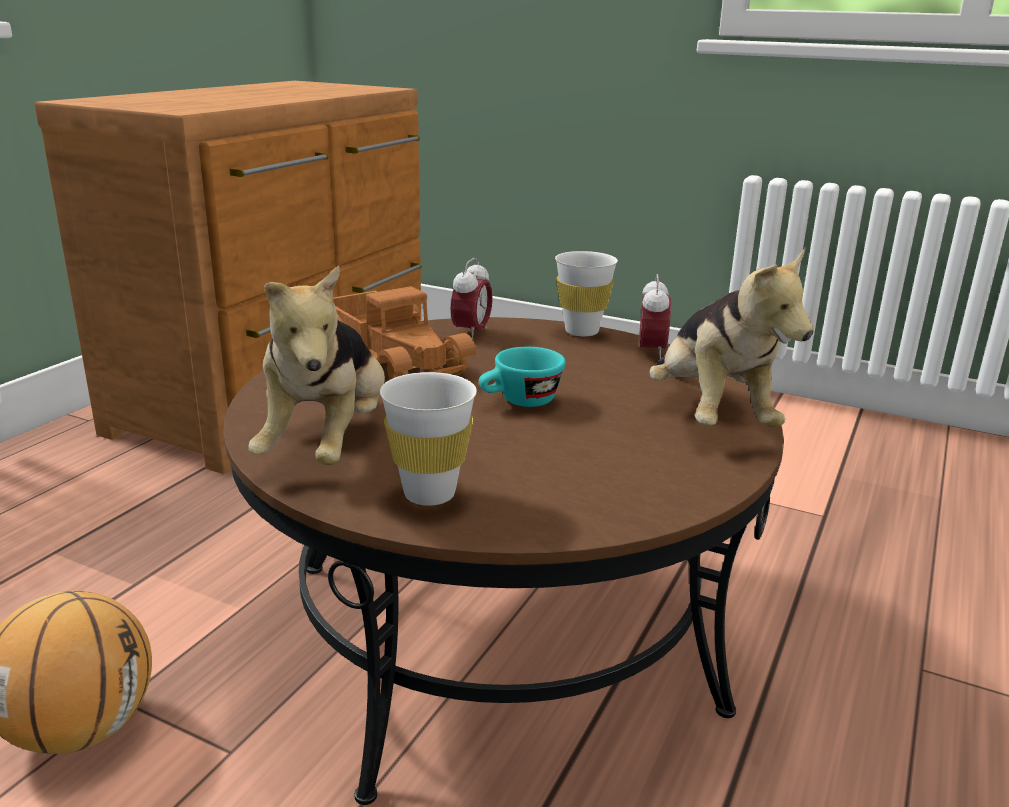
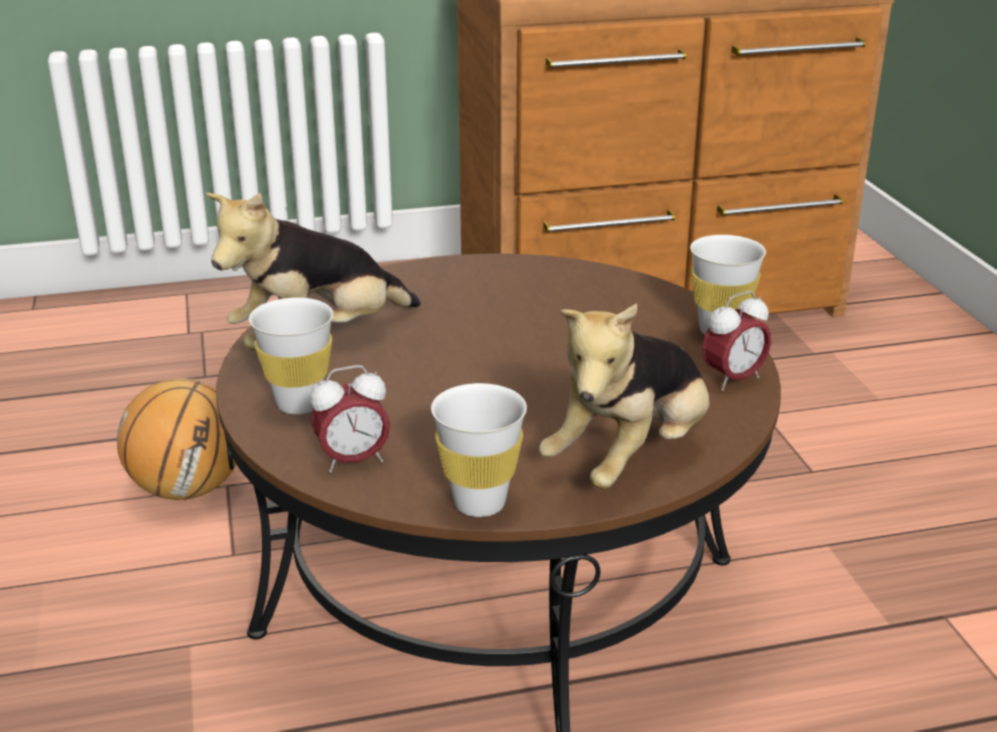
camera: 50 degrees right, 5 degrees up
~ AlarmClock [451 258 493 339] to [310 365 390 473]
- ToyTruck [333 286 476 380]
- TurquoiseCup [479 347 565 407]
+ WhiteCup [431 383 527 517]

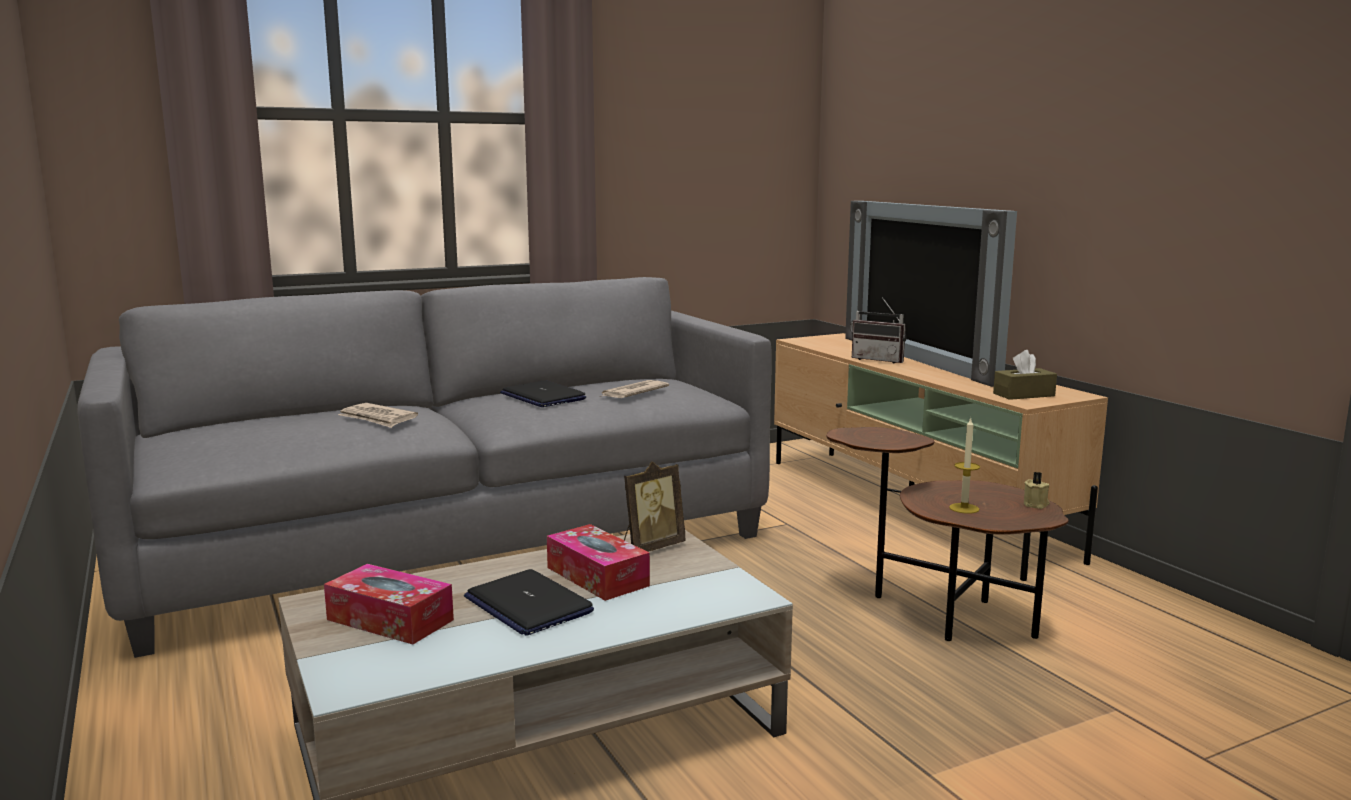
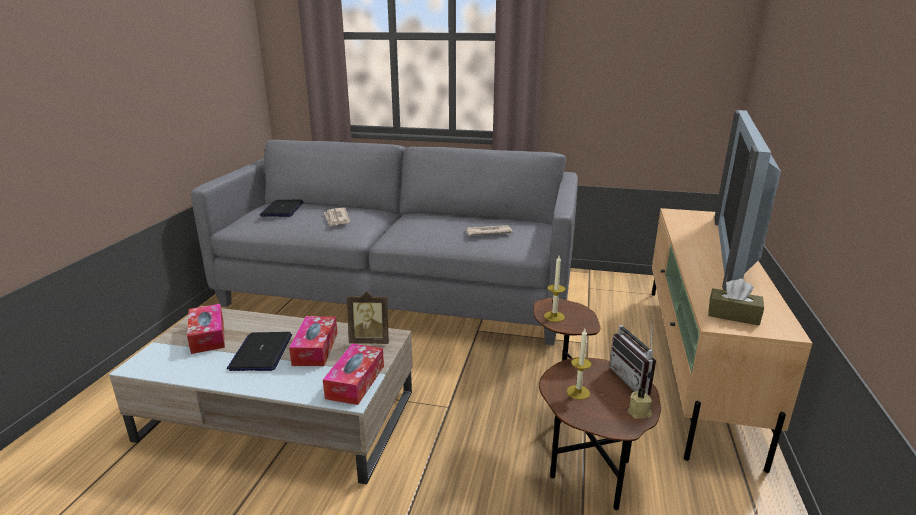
camera: 40 degrees right, 10 degrees up
~ Radio [852 297 907 364] to [609 319 656 395]
~ Laptop [500 380 586 407] to [260 199 303 217]
+ Candle [544 256 566 322]
+ TissueBox [323 344 384 405]

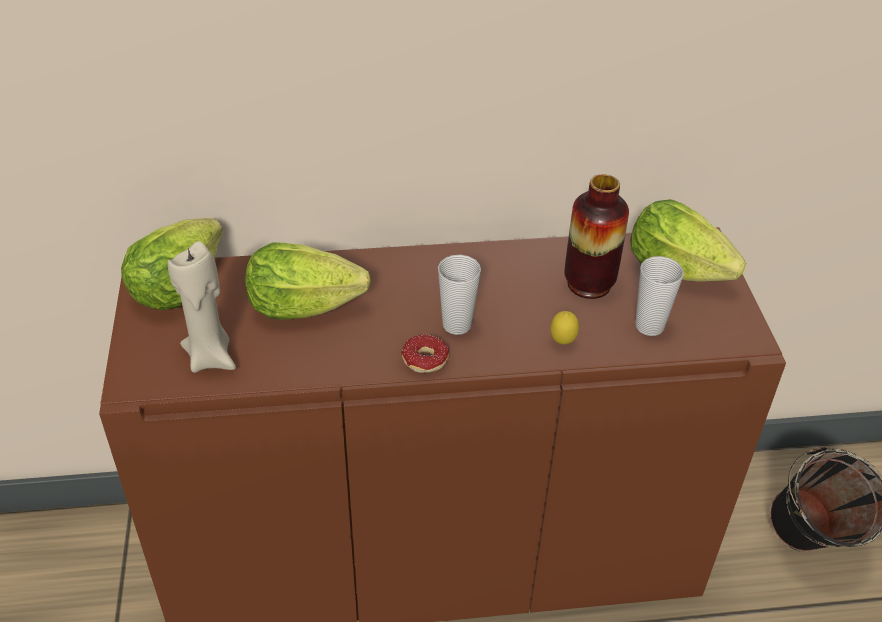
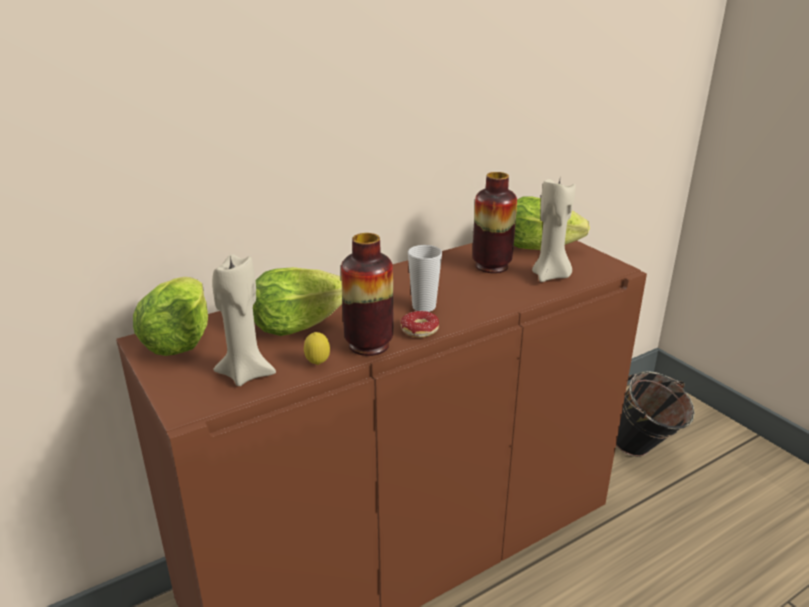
camera: 25 degrees left, 15 degrees down
~ Cup [635 256 684 336] to BeigeCandle [532 179 576 282]
~ Lemon [550 311 579 344] to [304 332 330 365]
+ Vase [341 233 393 356]

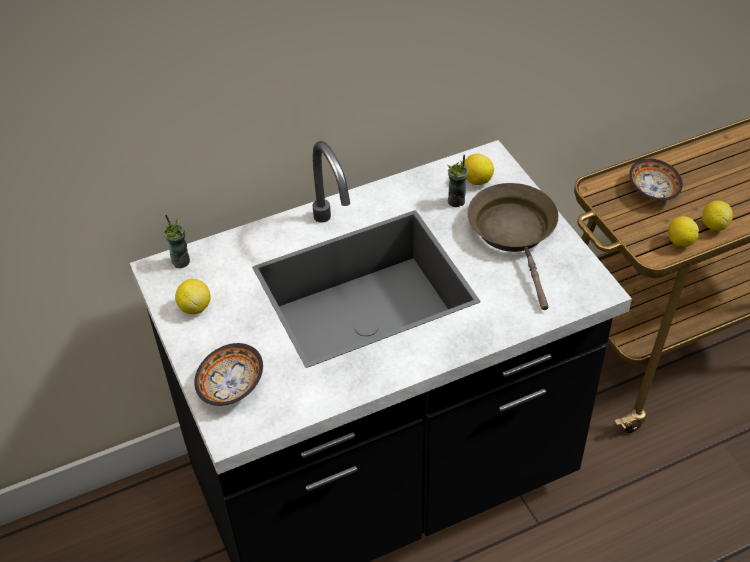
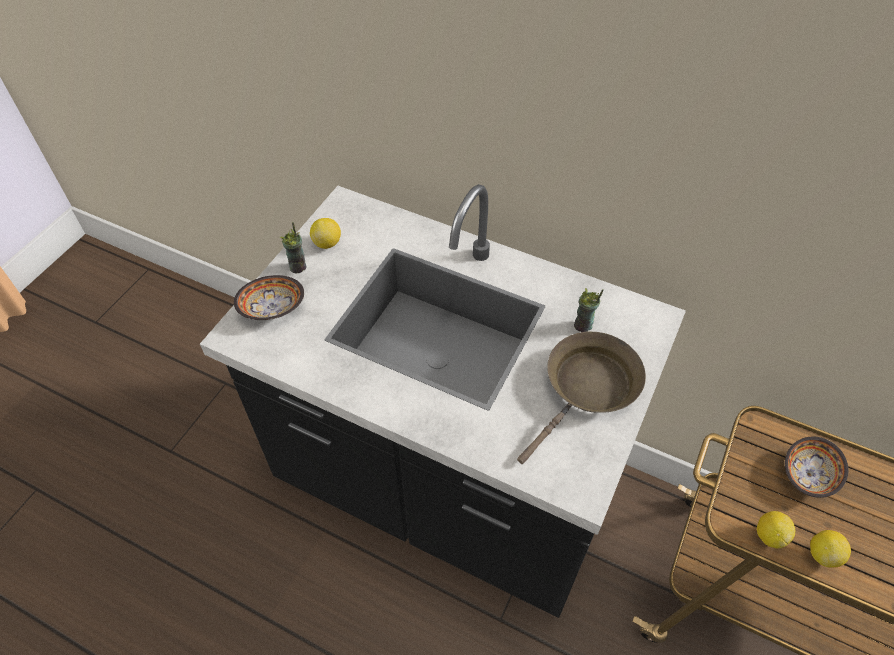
camera: 50 degrees right, 5 degrees up
- Lemon [464 154 494 185]
~ Cup [164 215 190 268] to [280 222 306 274]

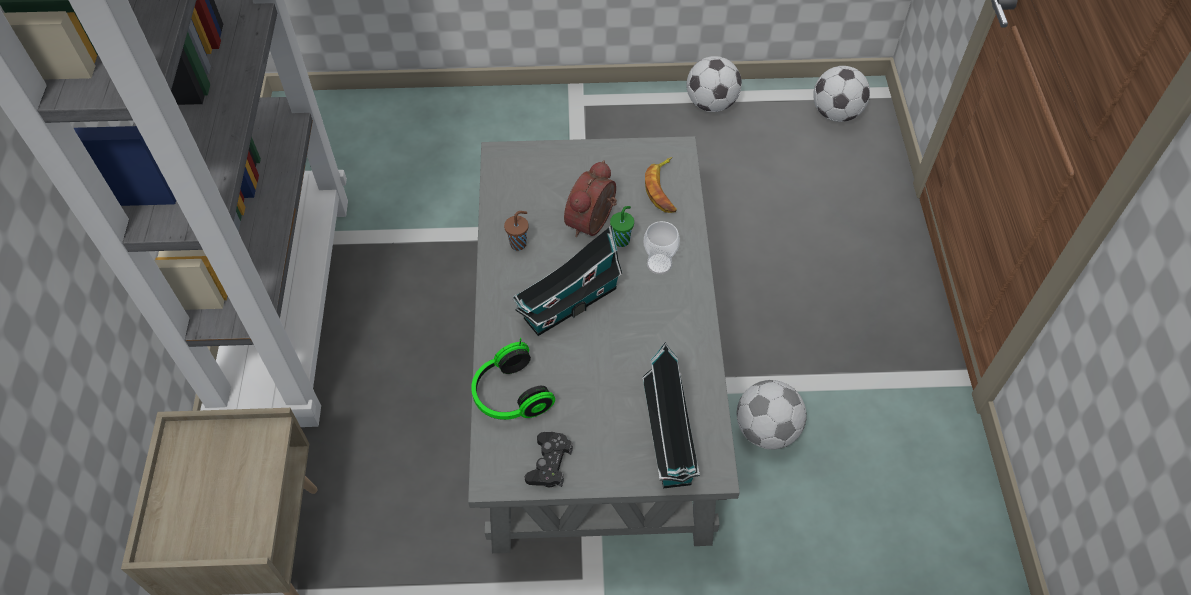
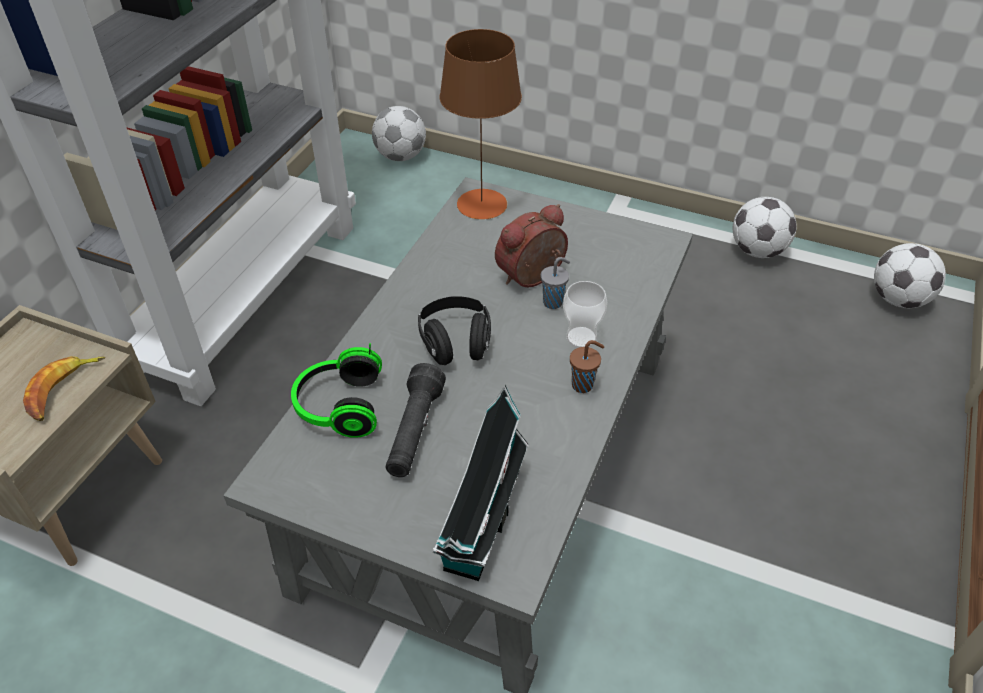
camera: 25 degrees right, 10 degrees down
~ Banana [645 157 677 213] to [23 356 106 421]
~ GreenCup [610 206 634 247] to GreyCup [540 257 570 309]
~ BrownCup [504 211 528 251] to [570 340 604 393]
~ ToyHouse [513 226 623 336] to BlackHeadphones [418 296 491 365]
~ Football [736 380 807 450] to [372 106 426 161]
- BlackGameController [525 432 573 488]
+ BrownTableLamp [440 29 522 220]
+ BlackFlashlight [386 363 446 477]

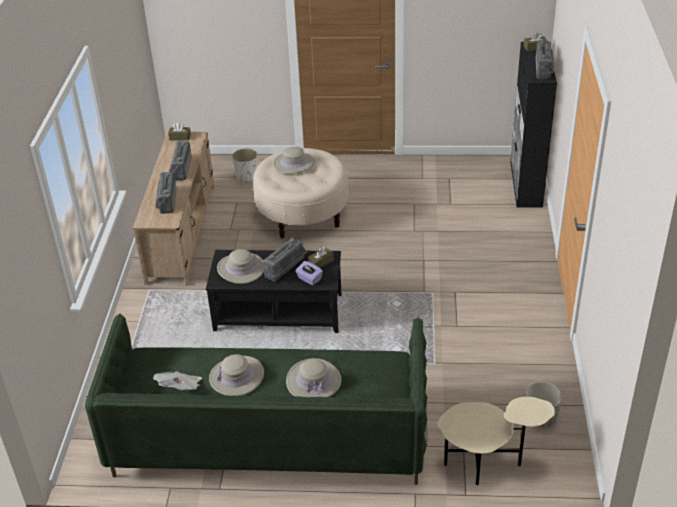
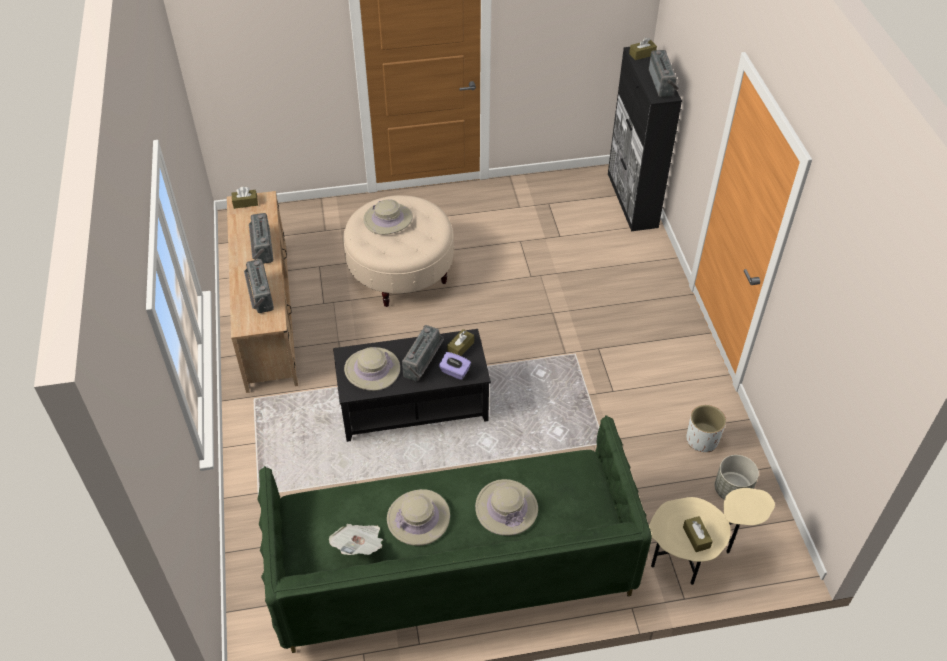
camera: 15 degrees left, 10 degrees up
~ WhitePlanter [232 148 258 183] to [686 405 726 452]
+ BrownTissueBox [683 516 713 552]

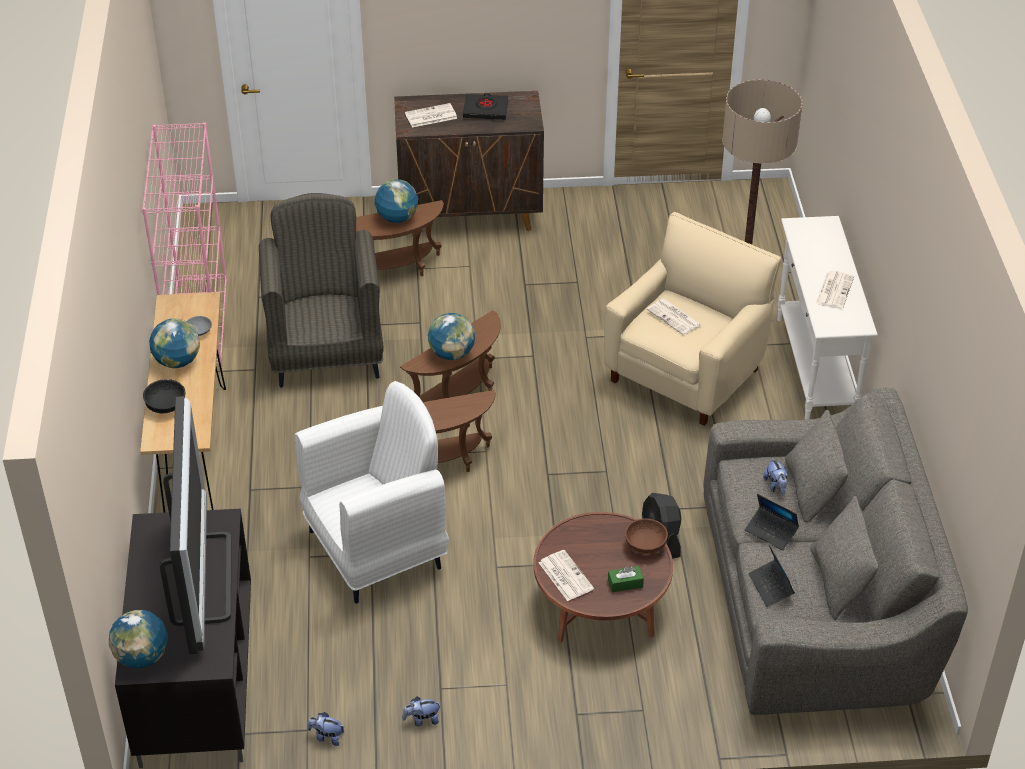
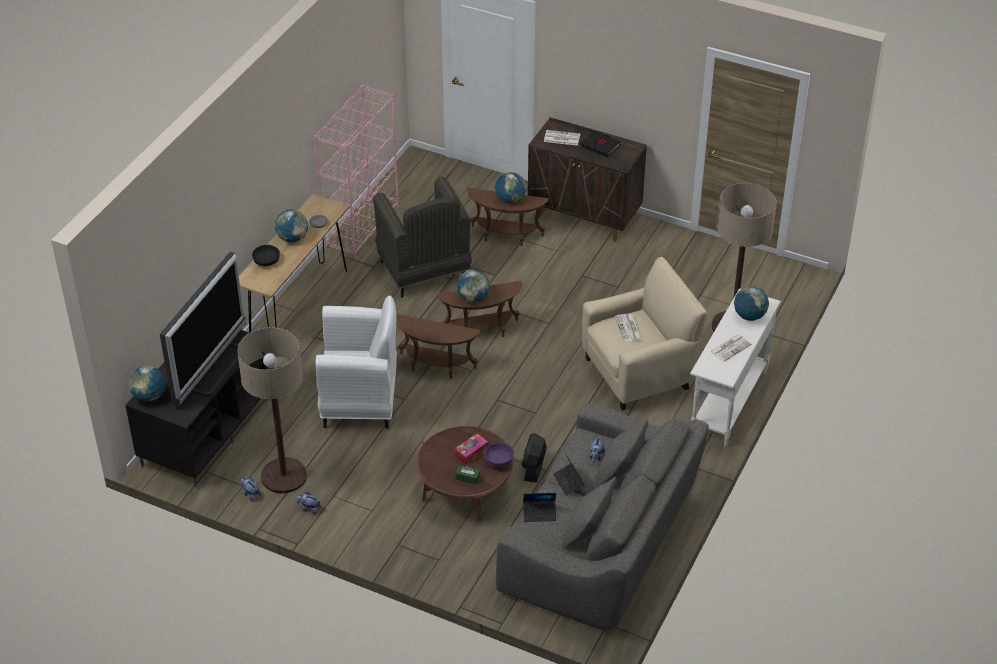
camera: 30 degrees right, 0 degrees up
~ GreyArmchair [259 193 384 387] = [373 177 472 298] 135 degrees clockwise
~ BrownBowl [625 519 668 554] to PurpleBowl [484 443 514 467]
~ Laptop [748 543 795 607] = [523 493 556 522] 105 degrees counterclockwise
- Newspaper [539 550 594 601]
+ Globe [734 286 769 321]
+ FloorLamp [237 327 307 494]
+ TissueBox [454 433 488 465]

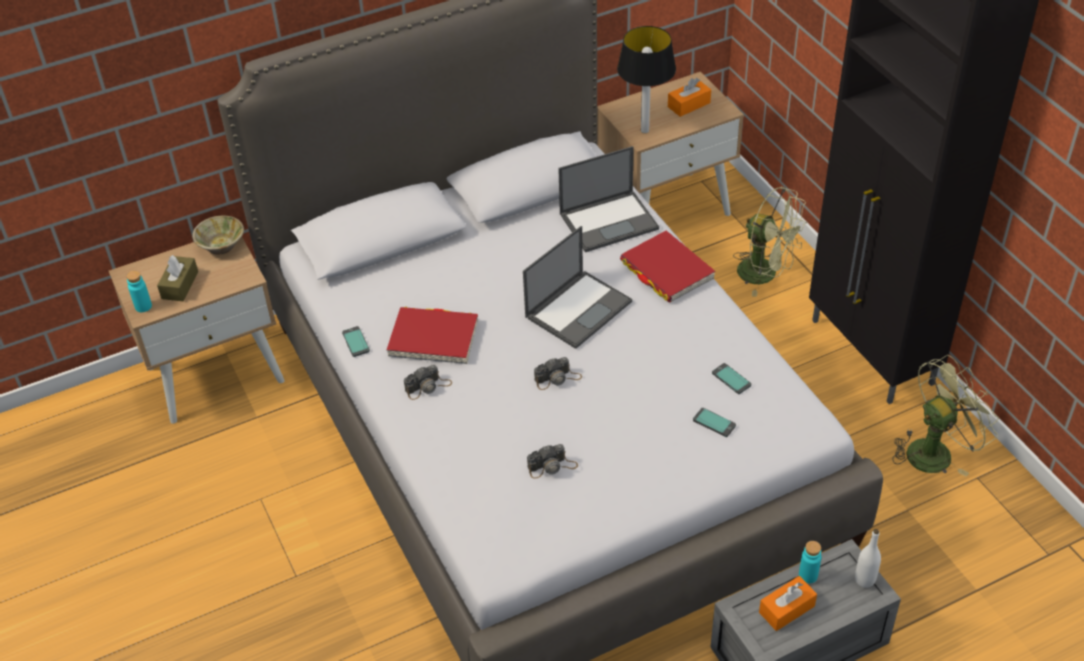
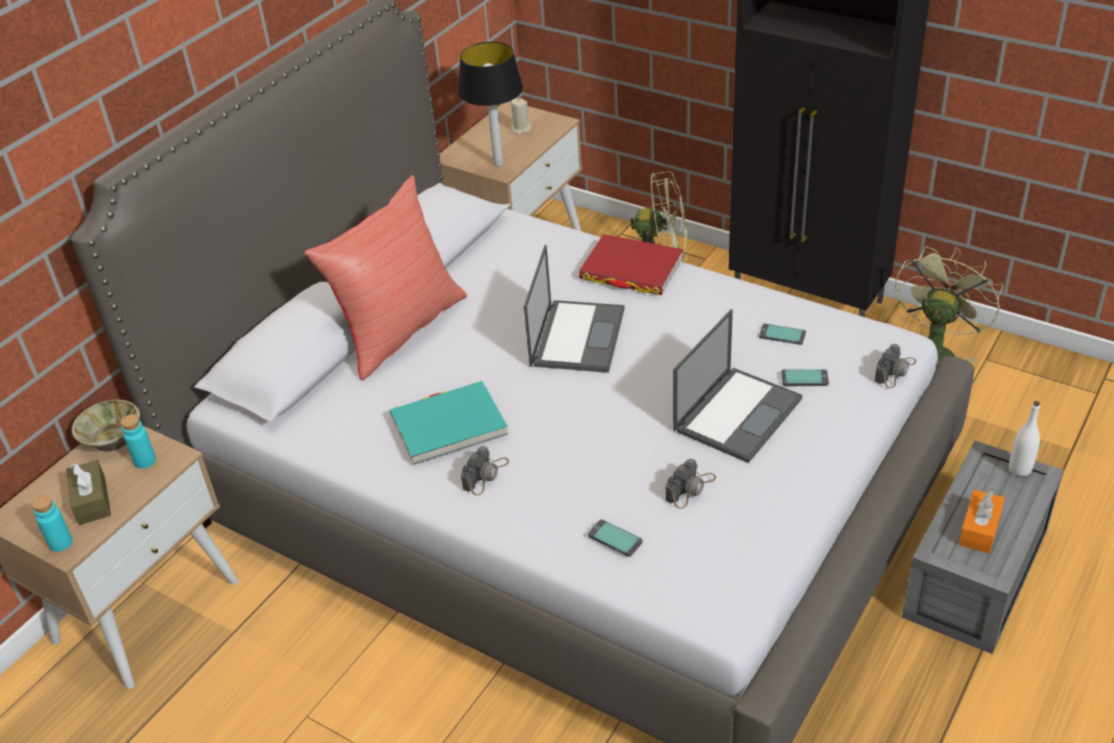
camera: 30 degrees left, 5 degrees down
~ OrangeTissueBox [668 78 711 117] to BeigeCandle [511 98 532 135]
~ Laptop [558 146 659 252] to [673 309 803 463]
~ RedBook [387 307 478 364] to TurquoiseBook [390 381 508 465]
~ Phone [342 326 370 357] to [588 519 643 557]
~ PhotoCamera [534 357 582 390] to [874 344 916 388]
~ TurquoiseBottle [799 541 821 584] to [121 414 156 469]
+ RedPillow [304 175 467 380]

